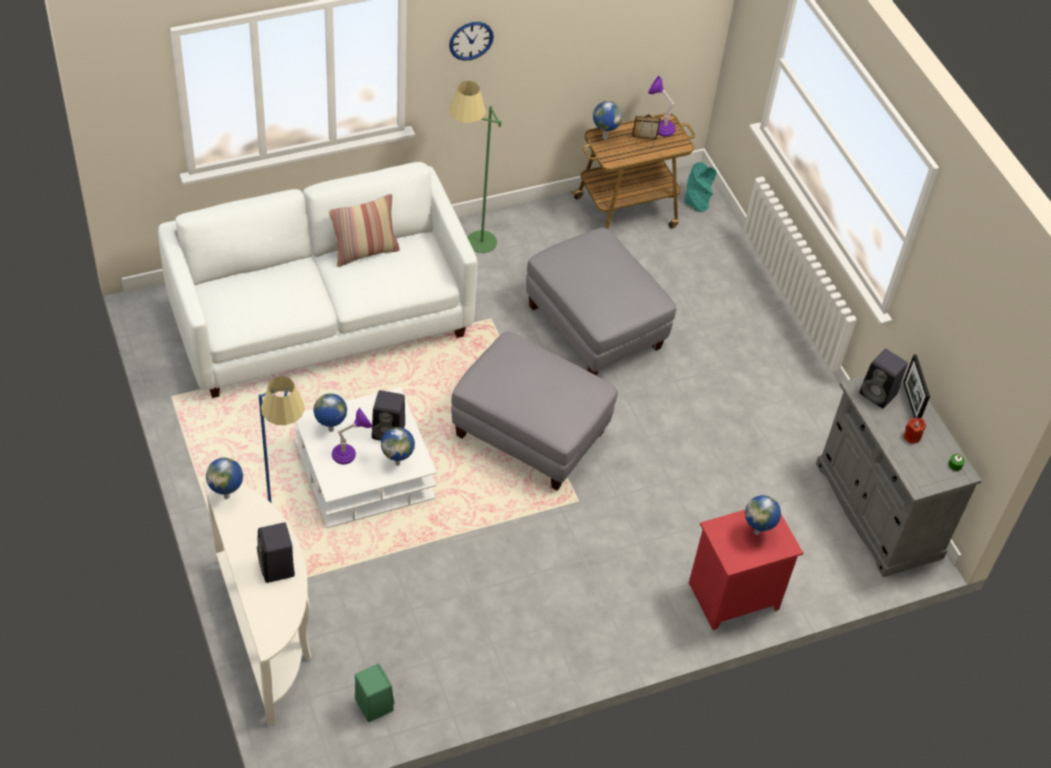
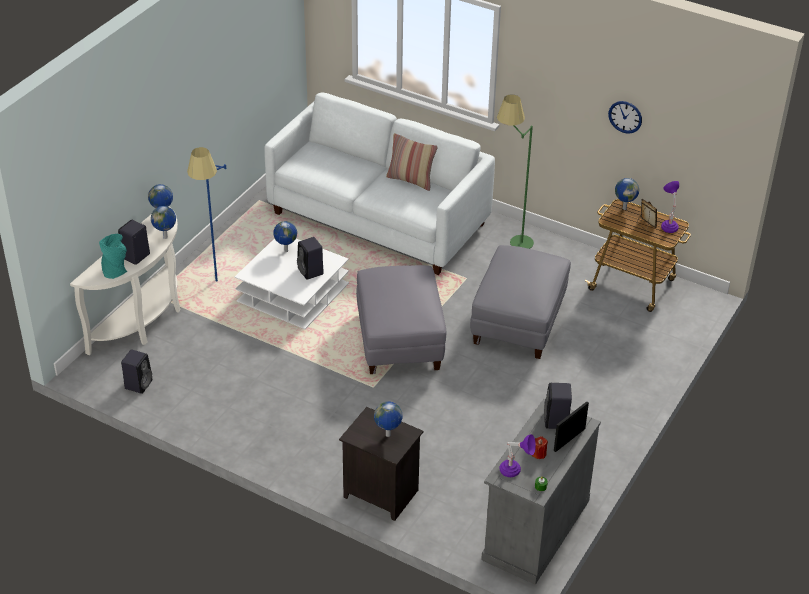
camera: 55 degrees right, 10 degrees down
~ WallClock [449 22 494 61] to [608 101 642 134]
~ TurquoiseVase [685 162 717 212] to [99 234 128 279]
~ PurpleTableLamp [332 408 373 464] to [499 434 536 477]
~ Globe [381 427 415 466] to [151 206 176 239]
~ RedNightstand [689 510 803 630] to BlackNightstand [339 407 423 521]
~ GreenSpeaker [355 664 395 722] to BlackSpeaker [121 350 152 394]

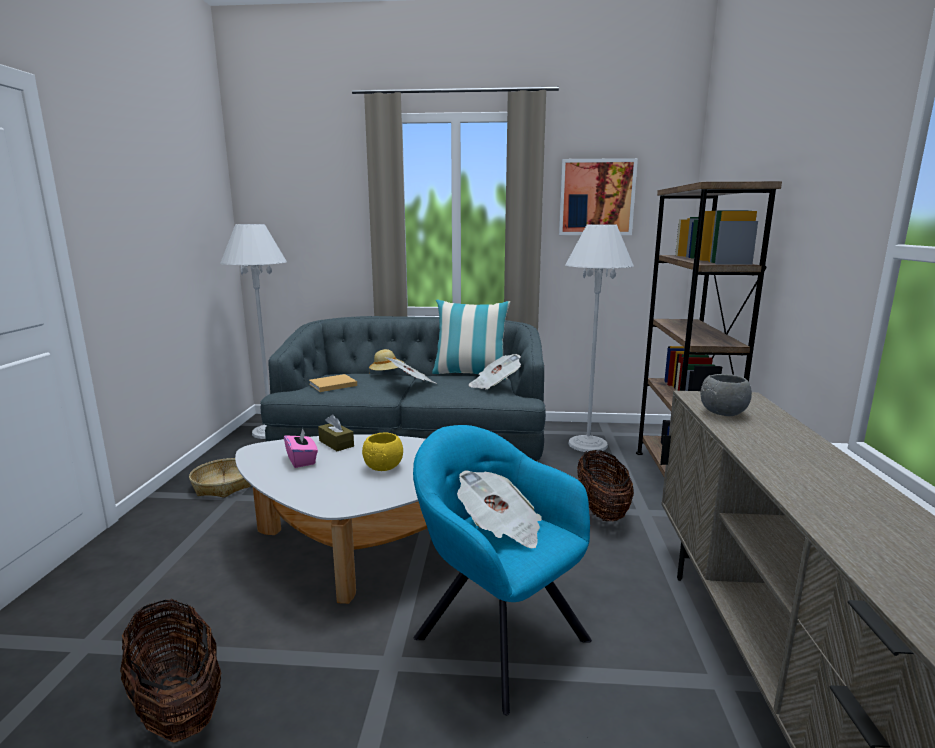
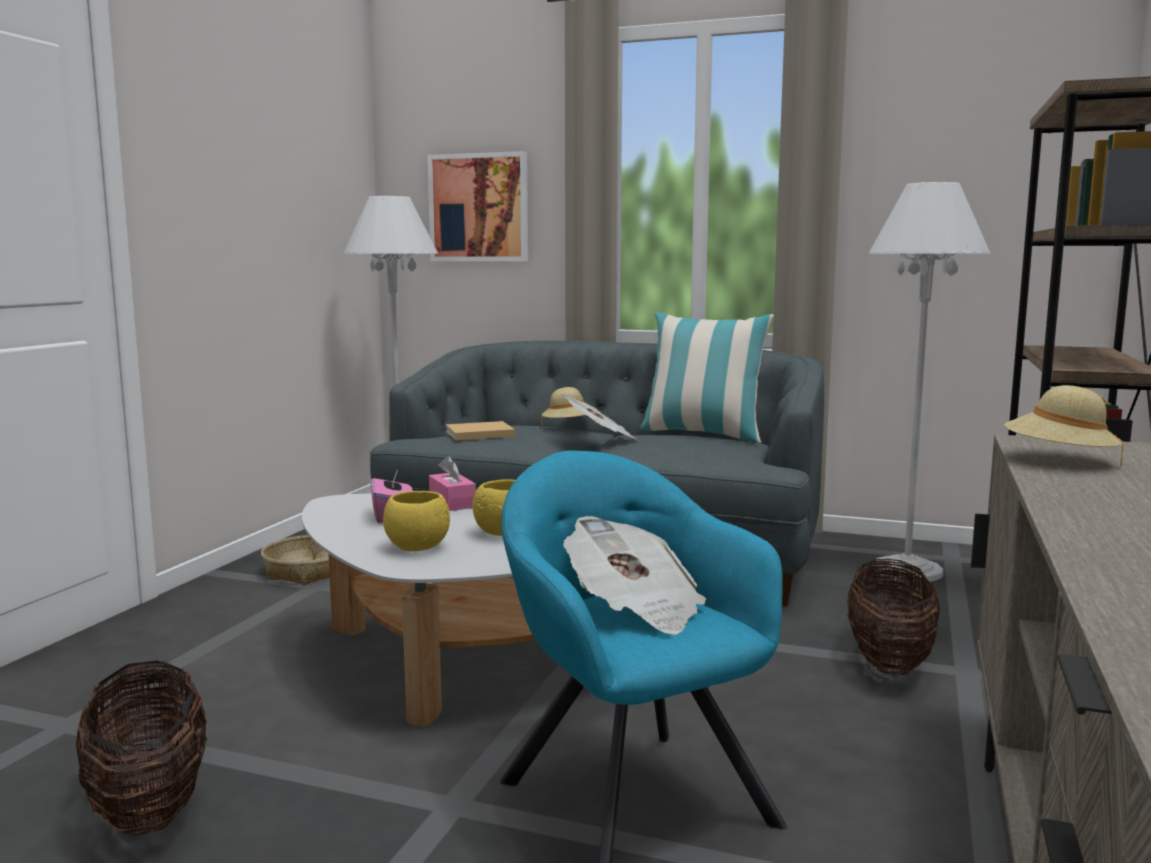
camera: 15 degrees right, 5 degrees down
~ Picture [559 158 638 235] to [427 151 528 261]
- Newspaper [469 354 521 389]
~ GreyBowl [701 374 752 416] to BeigeHat [1004 385 1123 466]
~ BrownTissueBox [318 415 354 451] to PinkTissueBox [429 456 476 511]
+ YellowBowl [383 491 450 551]

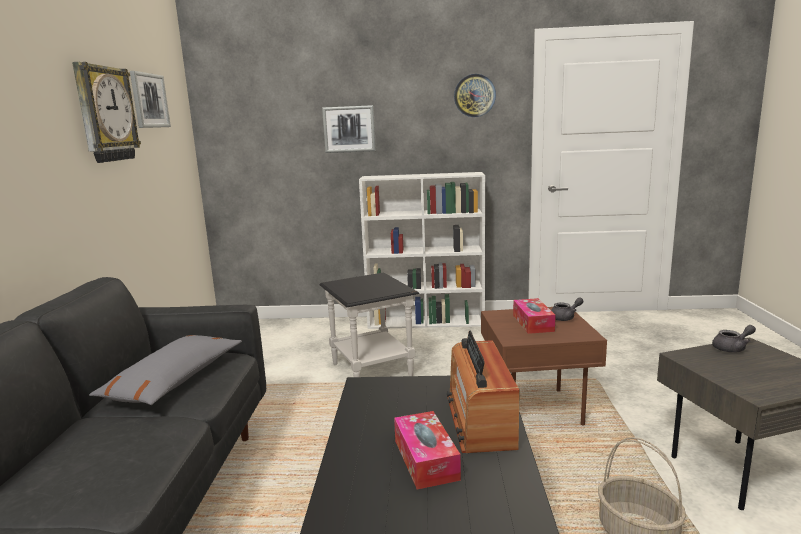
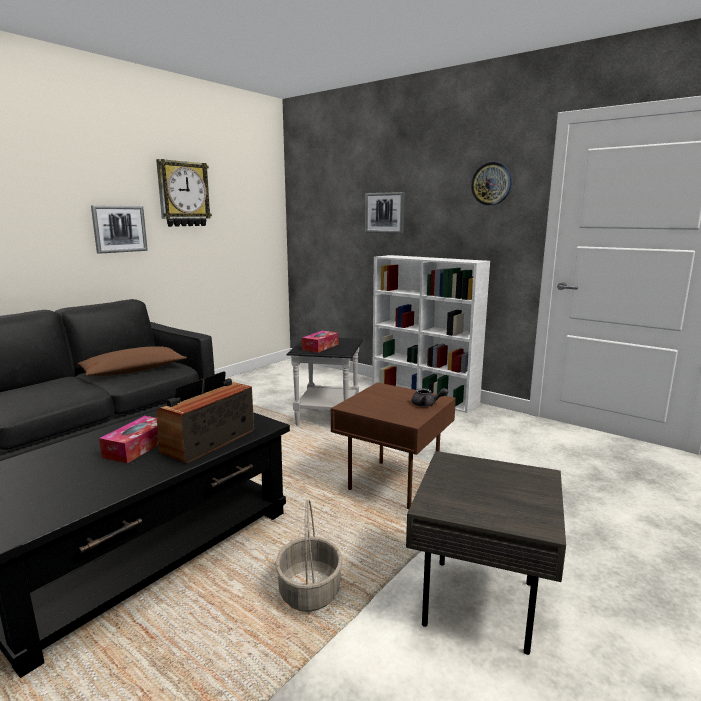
camera: 35 degrees right, 0 degrees up
~ Picture [130 71 171 128] to [91 205 148 254]
~ TissueBox [513 298 556 334] to [302 331 338 352]
- GreyTeapot [712 325 756 353]
~ GreyPillow [89 335 242 405] to BrownPillow [77 346 187 376]

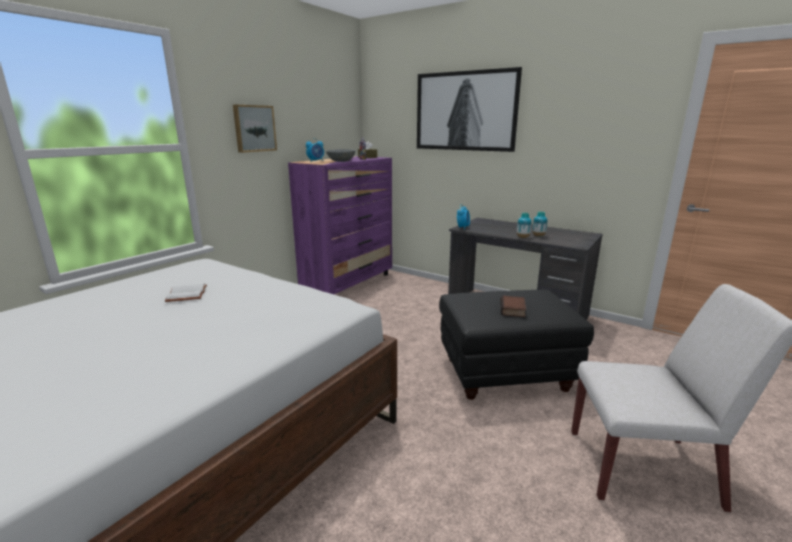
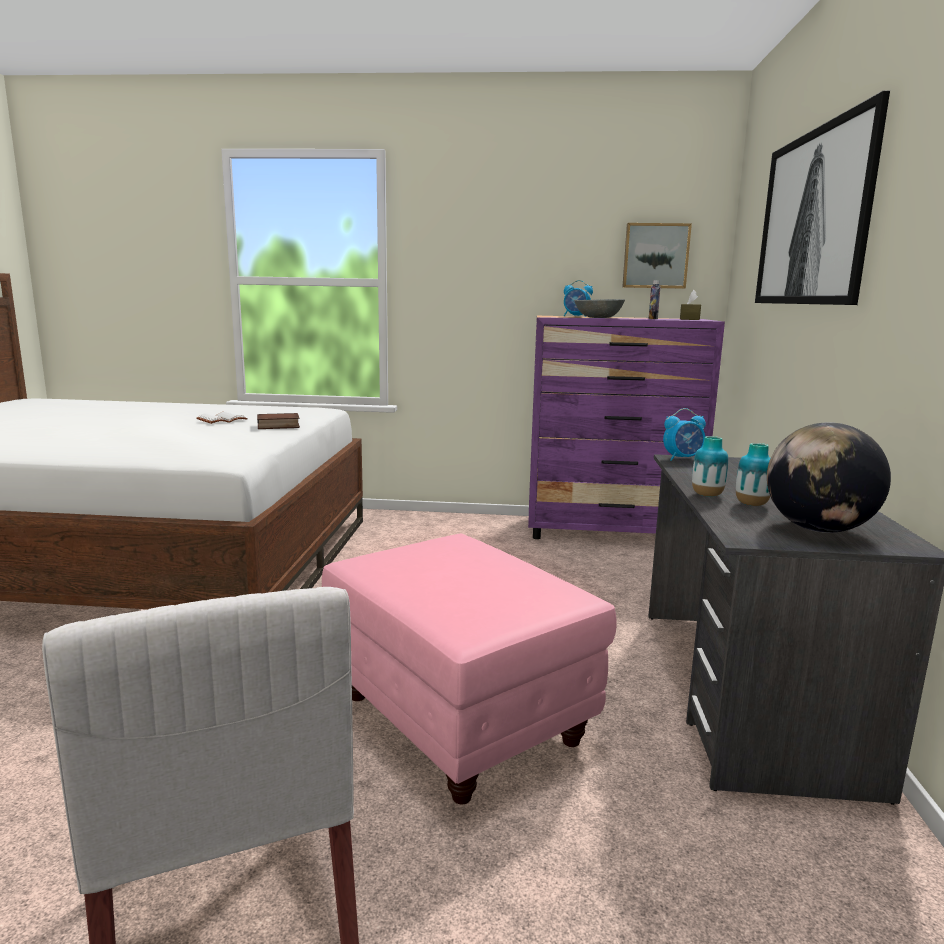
camera: 60 degrees right, 5 degrees down
~ Picture [233 105 277 153] to [622 223 692 289]
~ BlackOttoman [439 289 594 400] to PinkOttoman [322 534 617 804]
~ Book [500 295 526 317] to [257 413 300 429]
+ Globe [767 422 891 533]

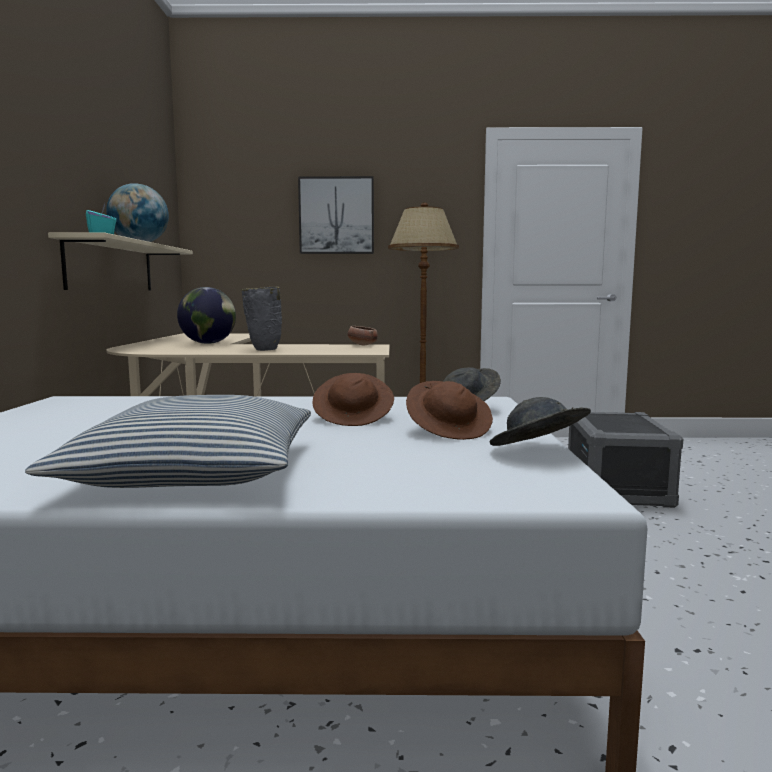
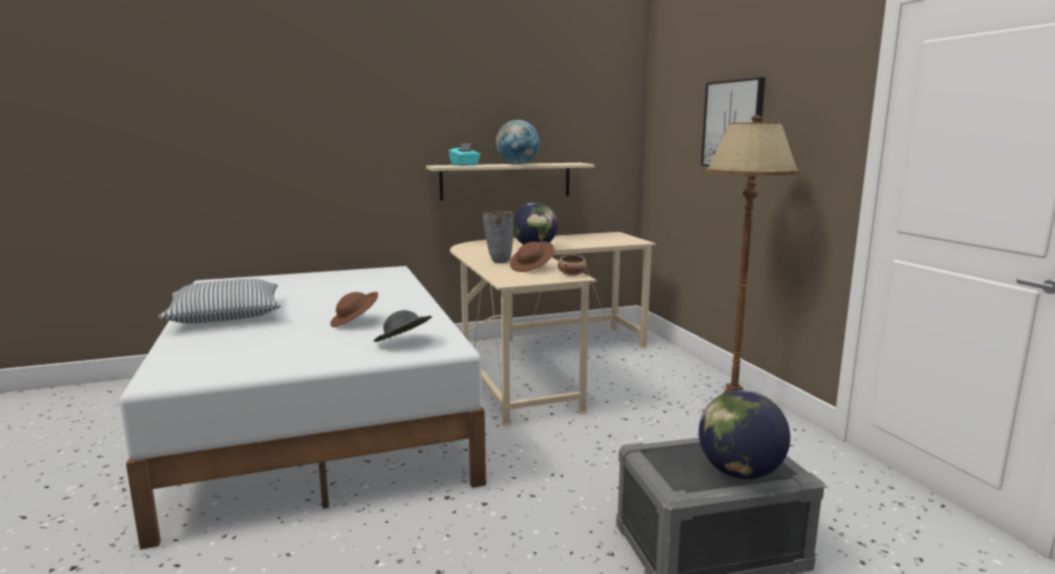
camera: 70 degrees right, 5 degrees up
~ BrownHat [406 381 493 440] to [510 241 554 272]
- GreyHat [490 397 591 446]
+ Globe [699 390 790 479]

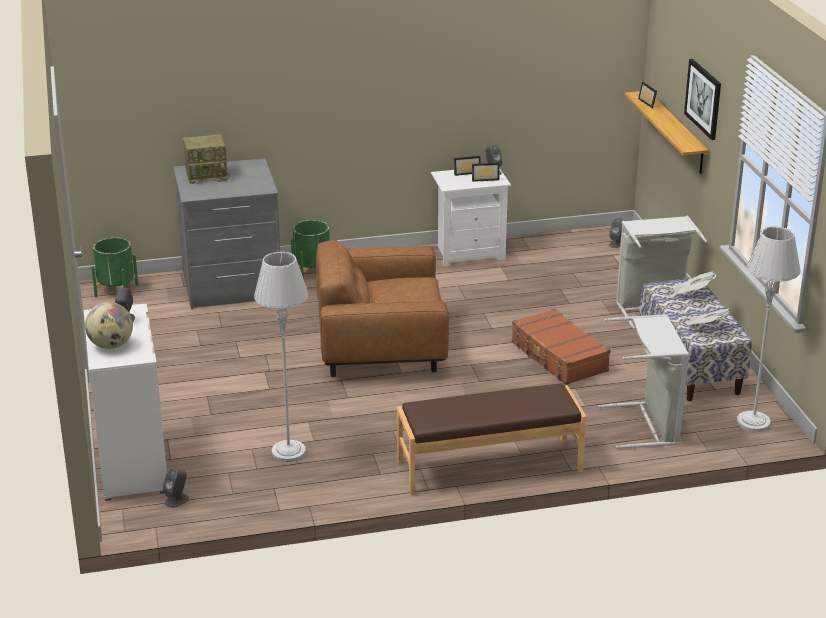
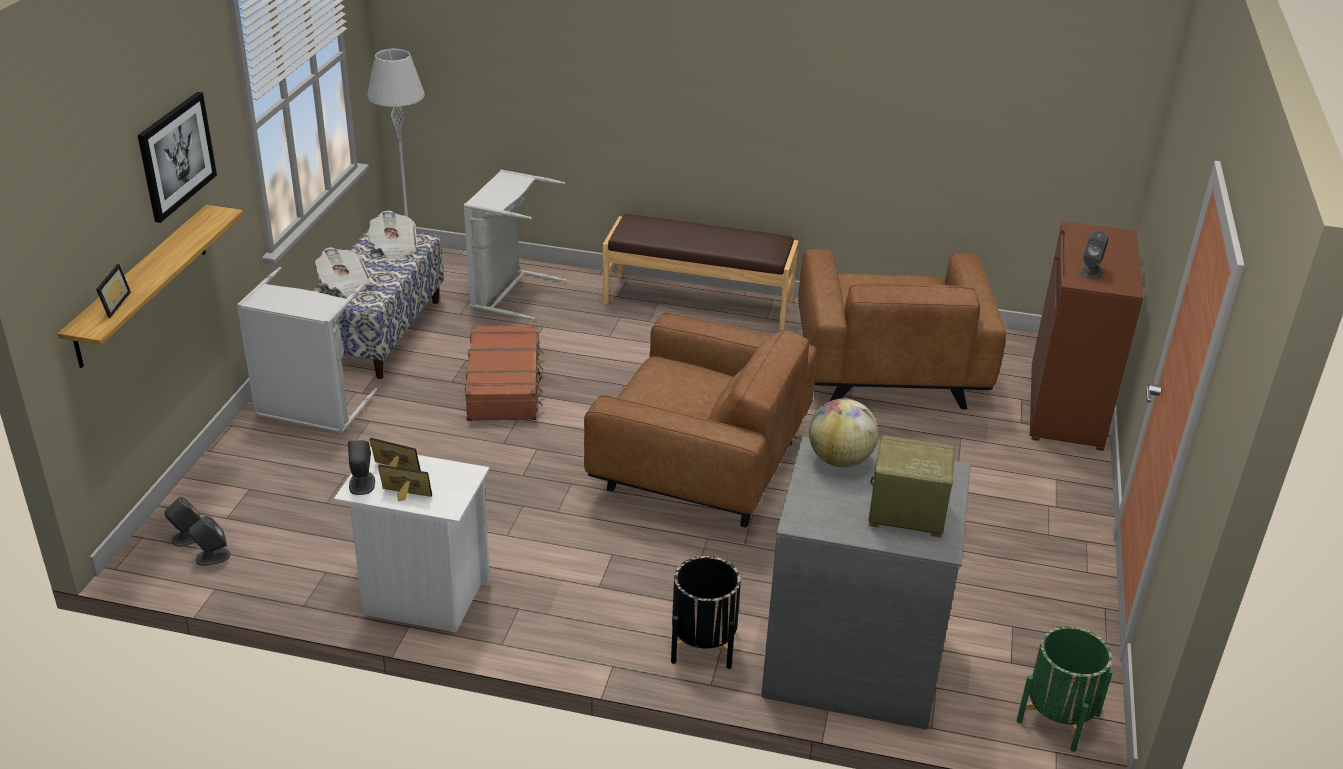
camera: 155 degrees left, 5 degrees up
~ GreenPlanter [291 220 330 279] to BlackPlanter [671 556 741 669]
~ GreyFloorLamp [254 252 308 462] to BrownArmchair [798 249 1006 409]
~ Globe [85 302 133 349] to [809 398 878 467]
~ WhiteCabinet [84 304 167 501] to BrownCabinet [1030 222 1143 451]
~ GreySpeaker [163 468 189 508] to [188 516 230 566]

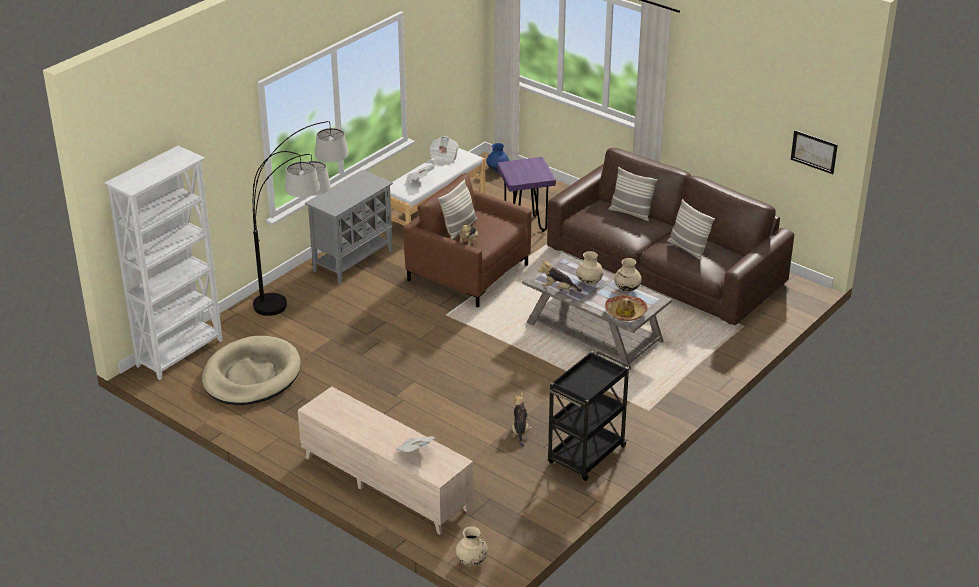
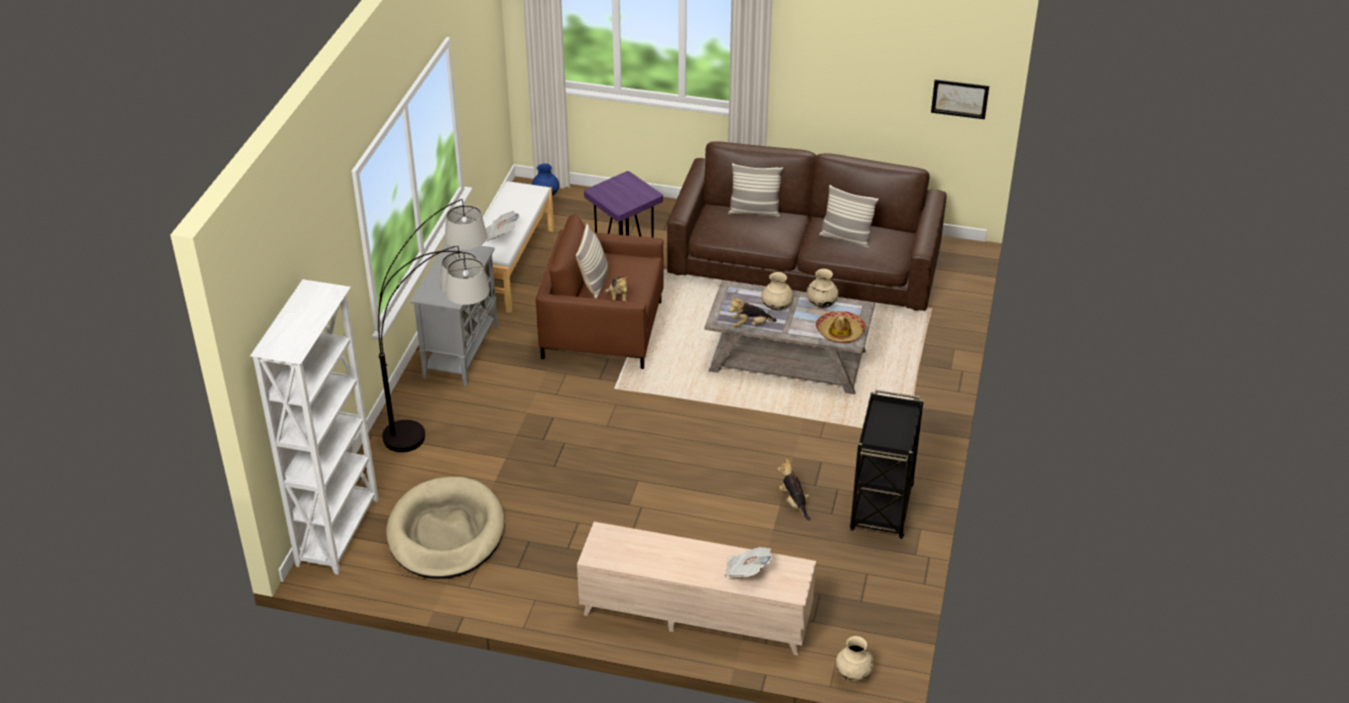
camera: 25 degrees left, 5 degrees up
- Newspaper [429 136 459 167]

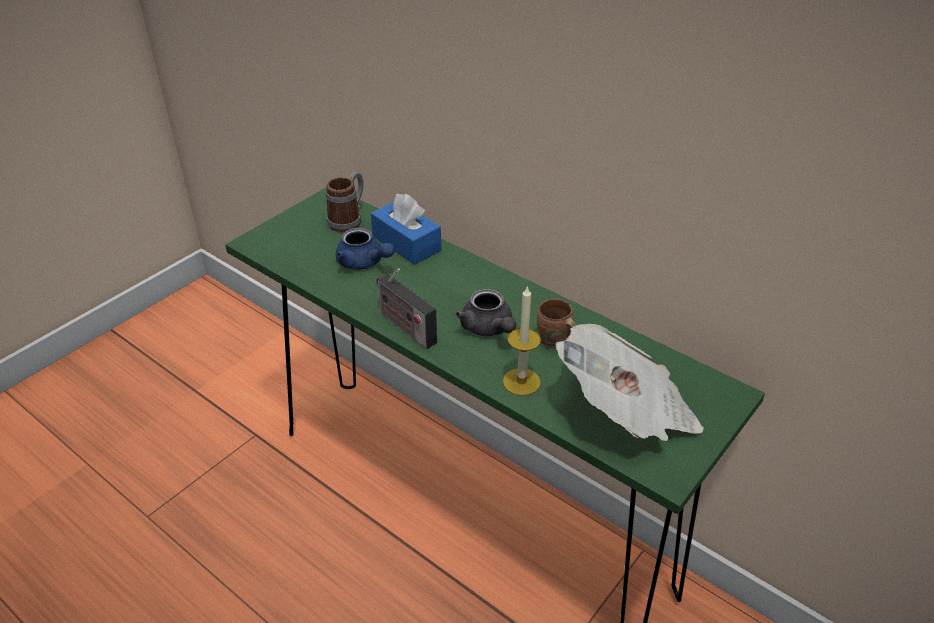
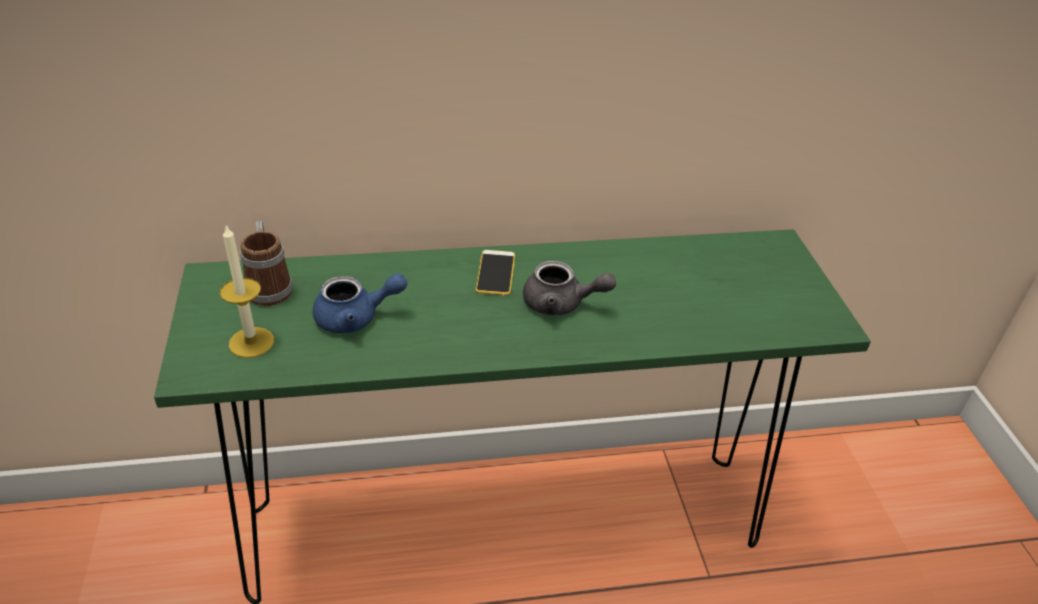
camera: 50 degrees left, 0 degrees up
- BlueTissueBox [371 194 441 265]
- Radio [377 268 437 349]
~ Candle [503 285 541 396] to [220 225 274 358]
- BrownMug [537 298 576 349]
- Newspaper [556 324 704 441]
+ Phone [476 250 515 295]

